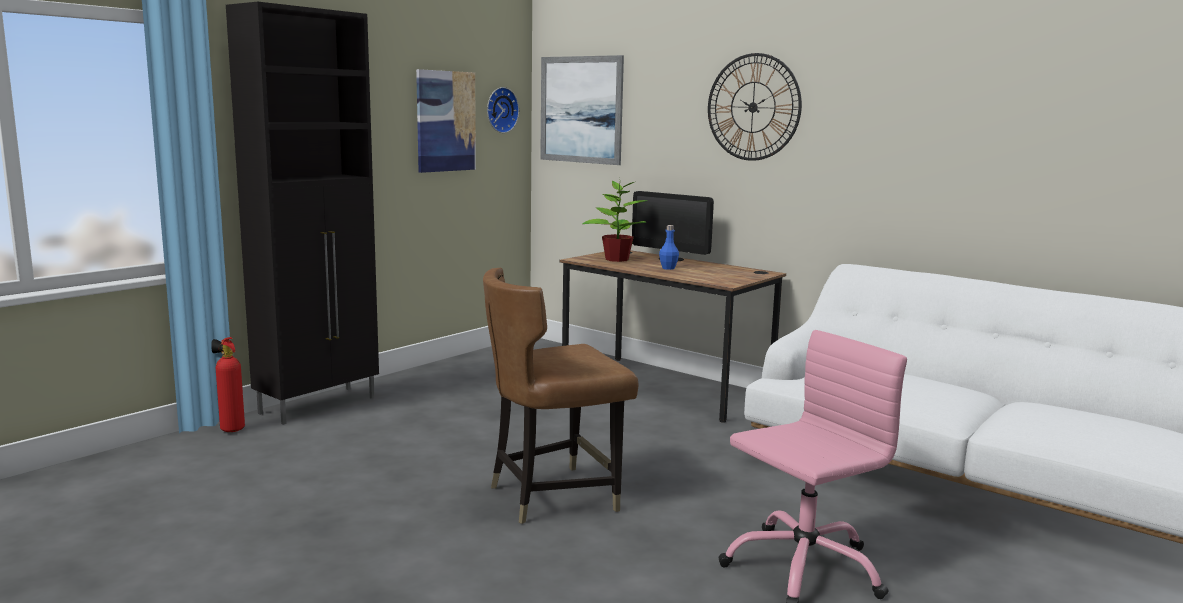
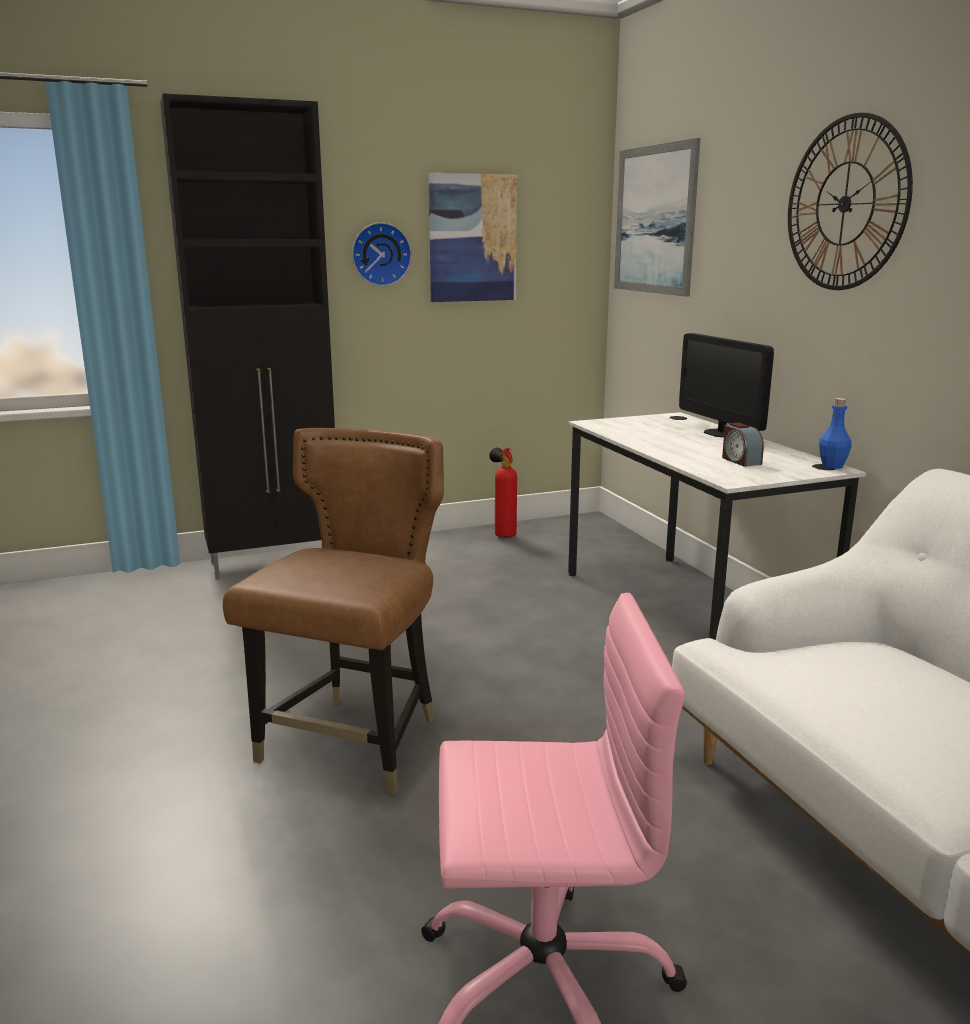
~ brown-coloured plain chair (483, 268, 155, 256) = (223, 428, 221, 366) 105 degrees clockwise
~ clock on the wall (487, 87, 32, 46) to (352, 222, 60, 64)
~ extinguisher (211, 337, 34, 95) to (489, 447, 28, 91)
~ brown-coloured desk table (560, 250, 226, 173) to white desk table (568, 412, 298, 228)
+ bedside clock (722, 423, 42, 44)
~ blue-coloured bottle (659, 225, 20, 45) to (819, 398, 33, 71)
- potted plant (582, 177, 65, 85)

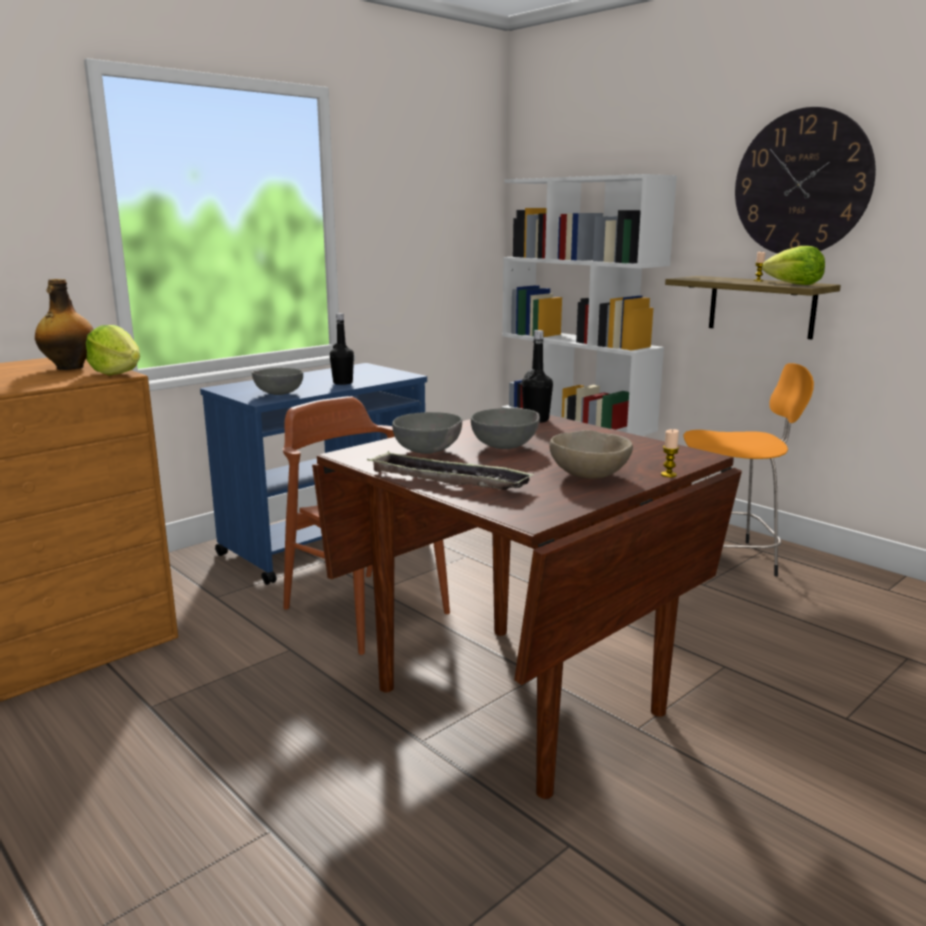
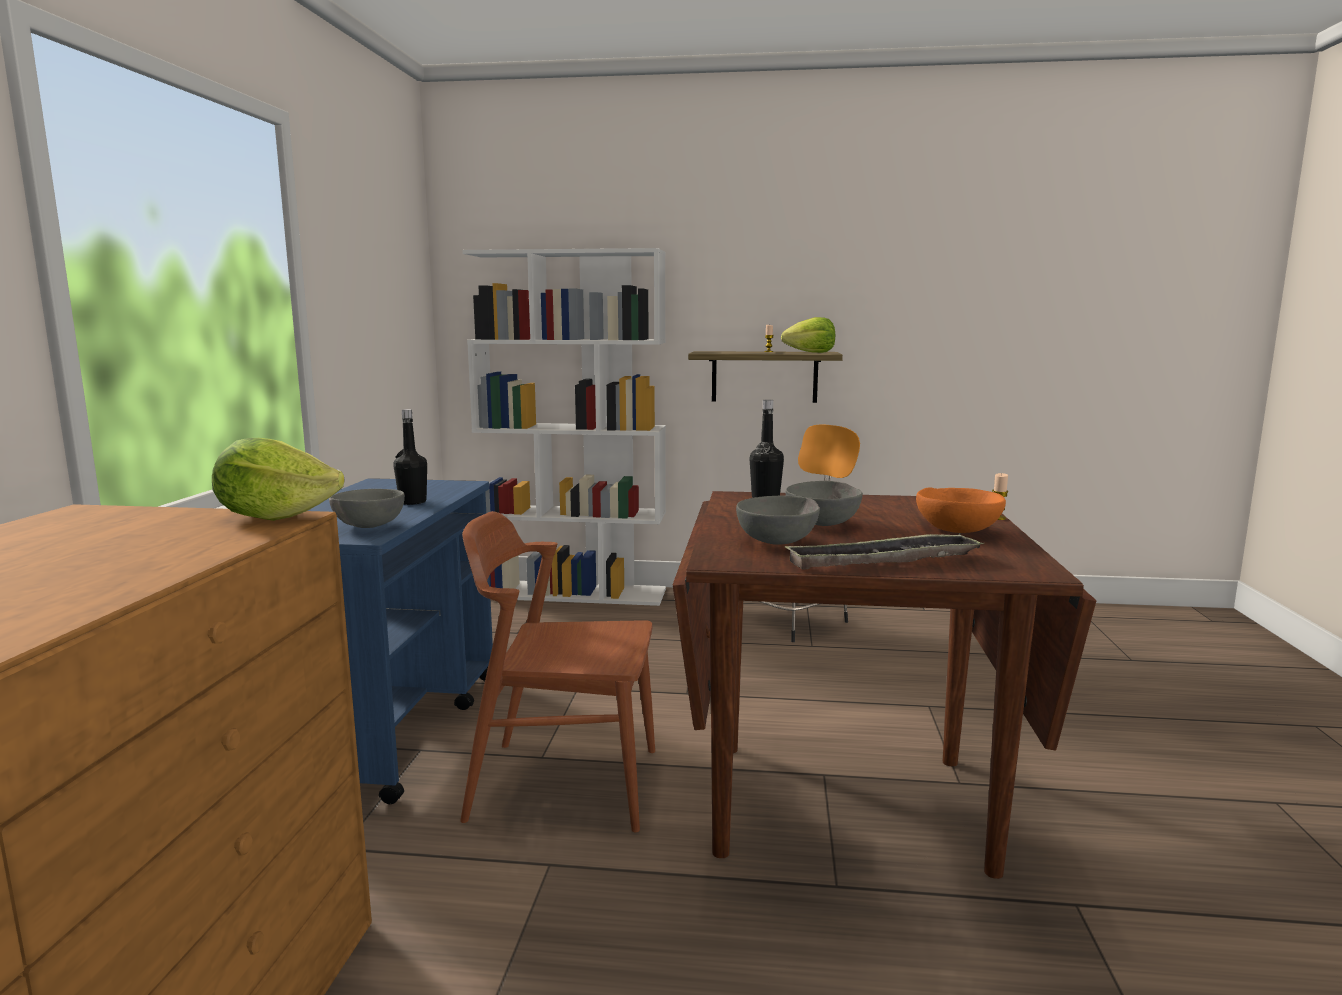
~ beige serving bowl (549, 430, 84, 49) to orangey serving bowl (916, 487, 90, 46)
- bottle (35, 279, 59, 91)
- clock on the wall (735, 107, 141, 147)

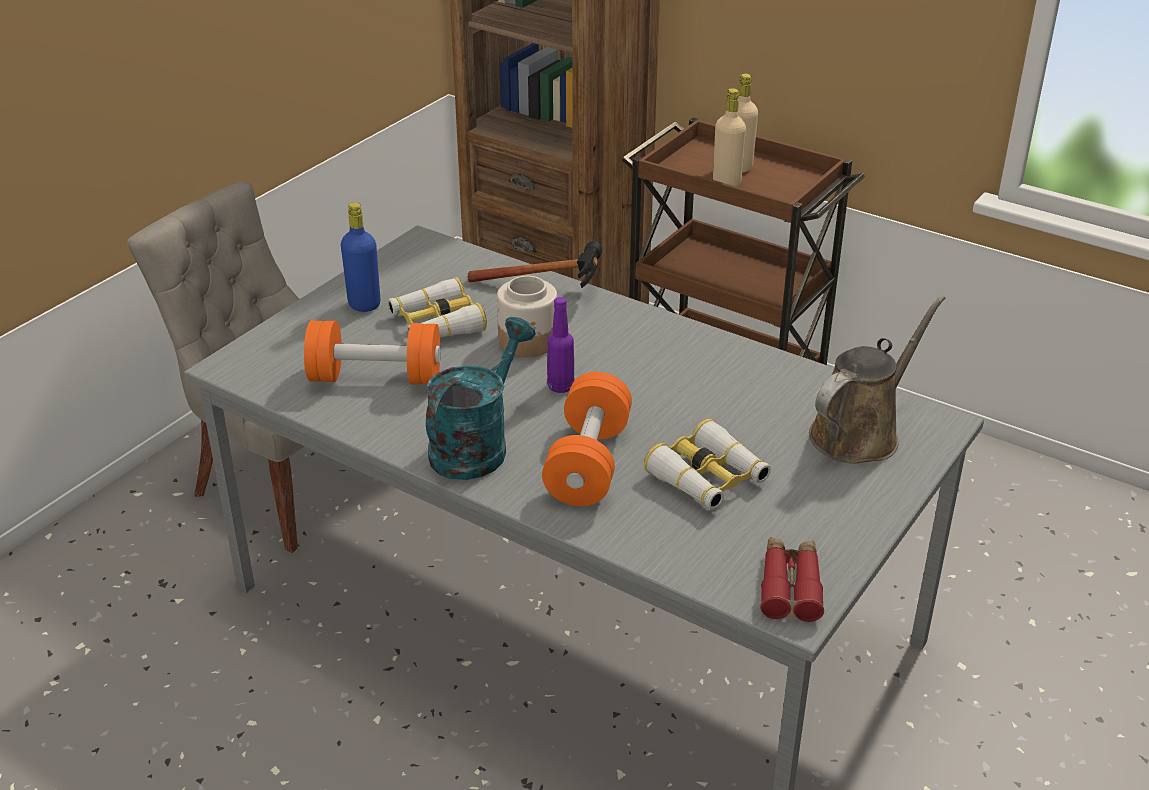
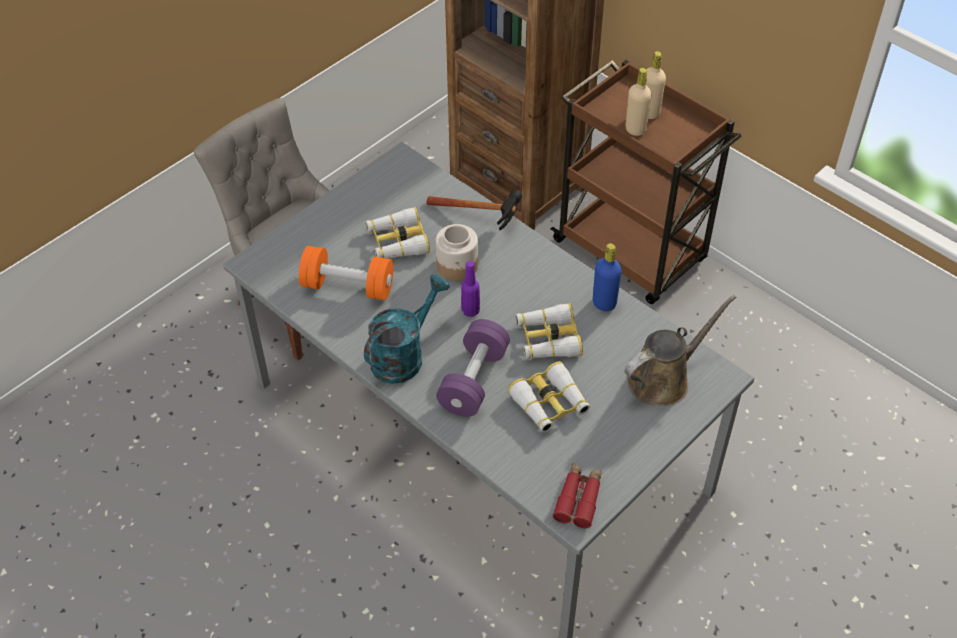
~ orangey dumbbell (542, 372, 90, 134) to purple-coloured dumbbell (436, 319, 74, 98)
+ pair of binoculars (516, 303, 67, 56)
~ blue-coloured bottle (341, 202, 39, 110) to (593, 243, 29, 68)

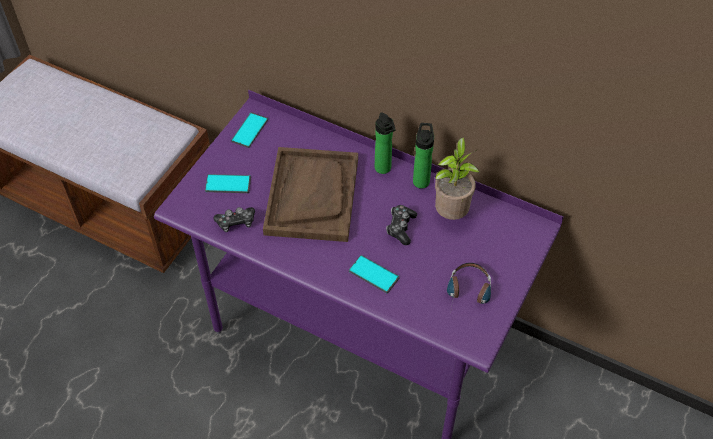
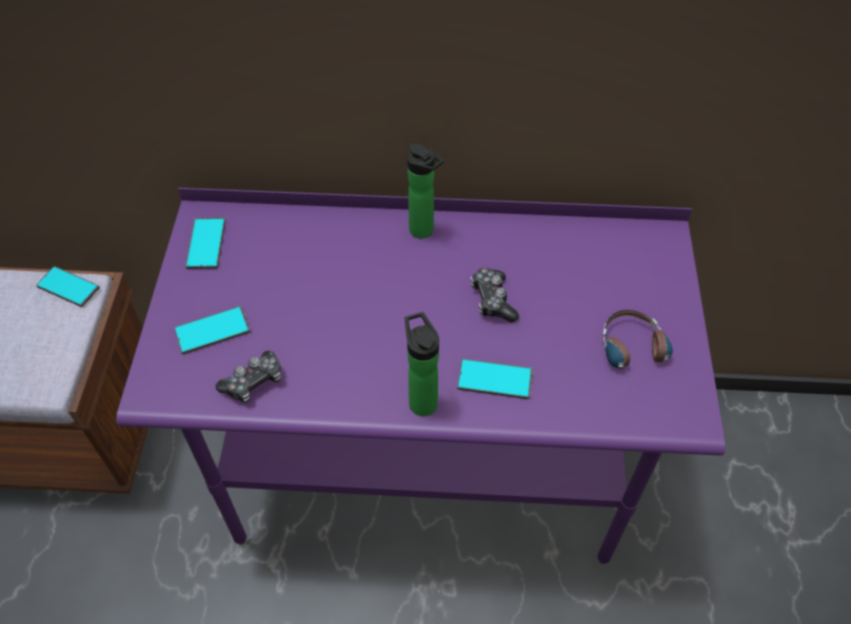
+ telephone (36, 266, 64, 41)
~ bottle (413, 123, 21, 66) to (405, 312, 34, 104)
- brown-coloured tray (263, 147, 95, 95)
- potted plant (435, 138, 45, 82)

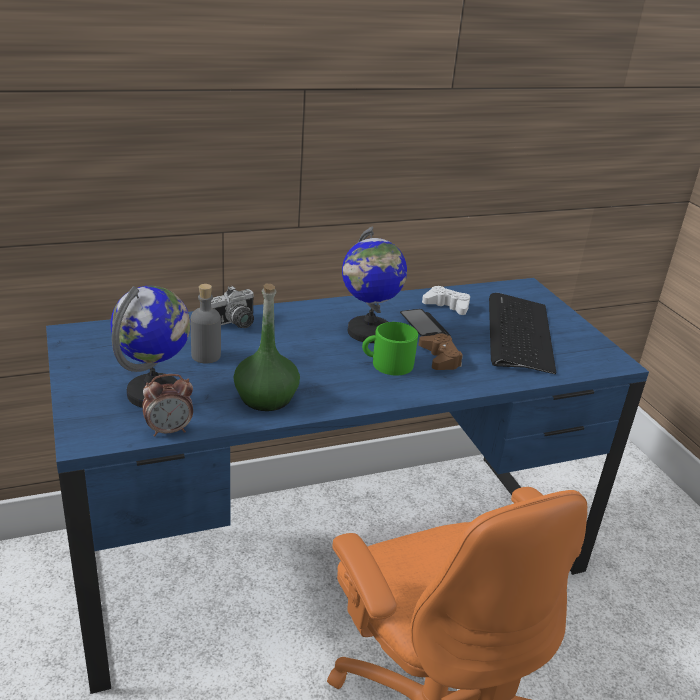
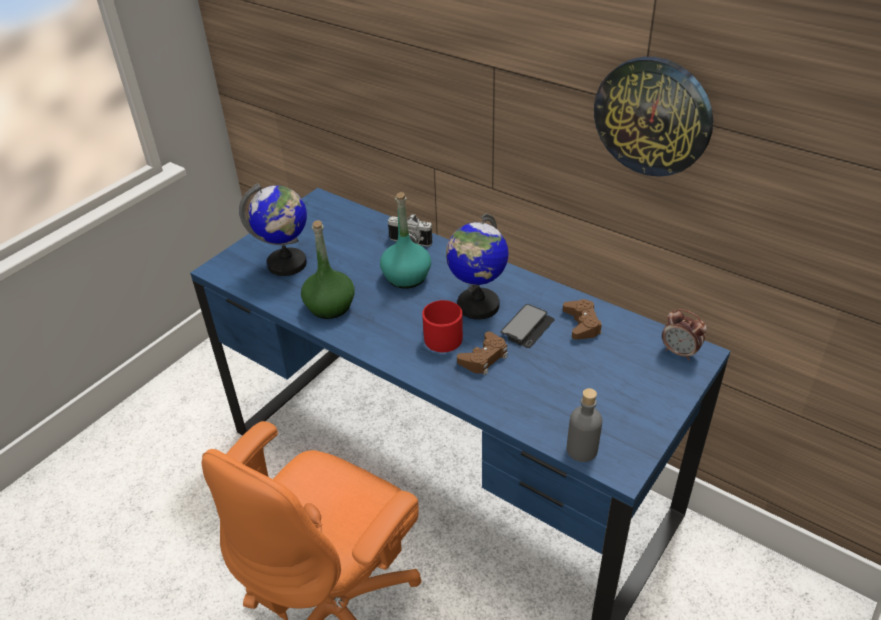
+ turquoise-coloured bottle (380, 192, 51, 97)
~ greenish tea mug (362, 322, 56, 53) to red-coloured tea mug (422, 300, 41, 52)
~ white joypad (422, 286, 48, 29) to brown-coloured joypad (563, 299, 39, 41)
~ greyish bottle (191, 284, 30, 79) to (567, 388, 36, 74)
+ clock on the wall (594, 57, 119, 120)
~ bedside clock (142, 374, 51, 63) to (662, 309, 45, 51)
- PC keyboard (489, 293, 67, 81)

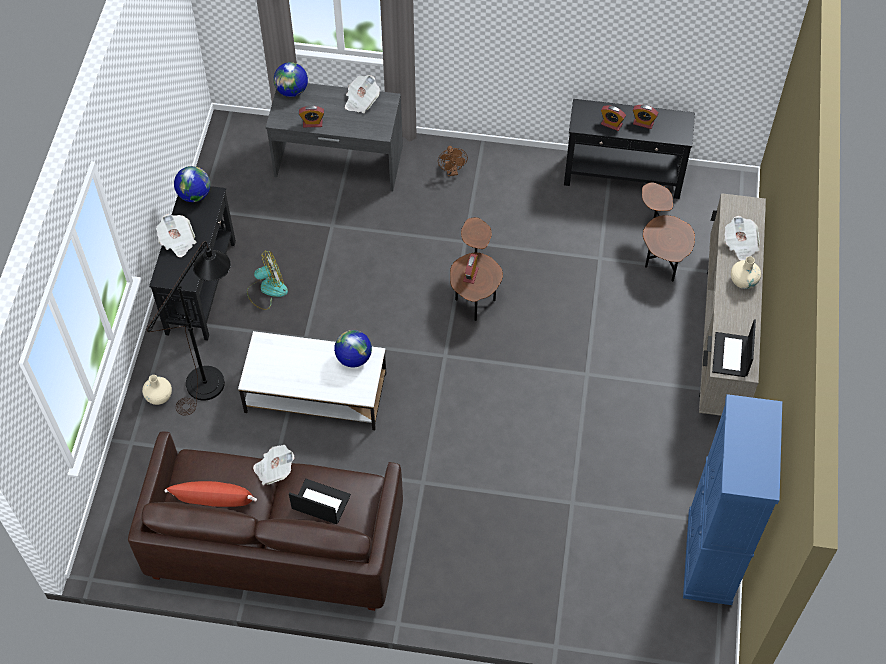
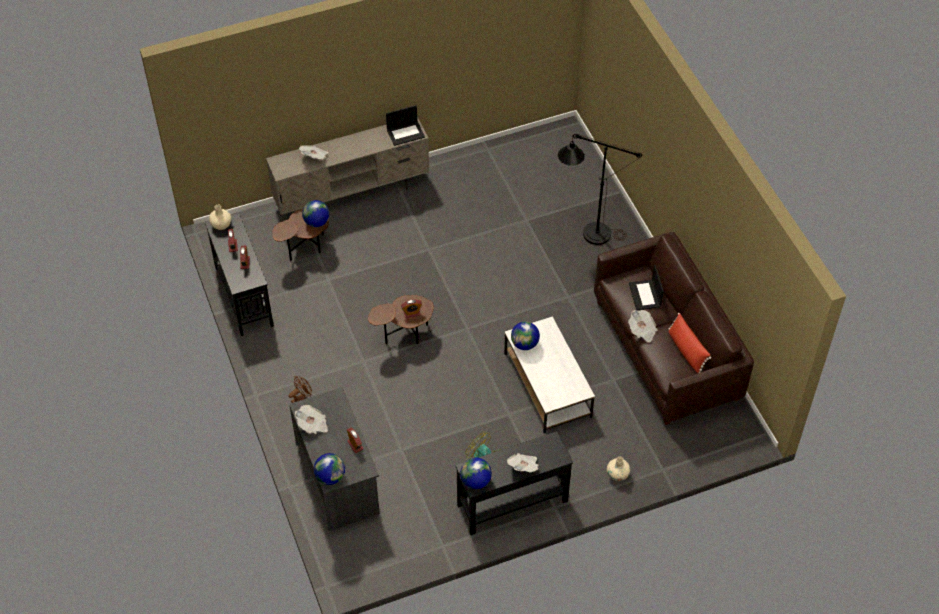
~ beige decorative vase (731, 256, 30, 33) to (209, 205, 22, 25)
+ desk globe (302, 200, 27, 27)
~ black standard lamp (147, 241, 84, 174) to (558, 134, 84, 111)
- blue-coloured cupboard (683, 394, 99, 211)

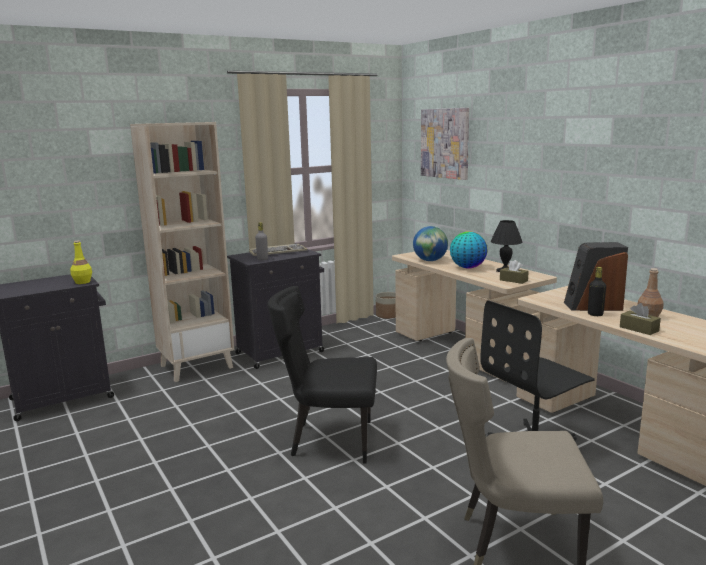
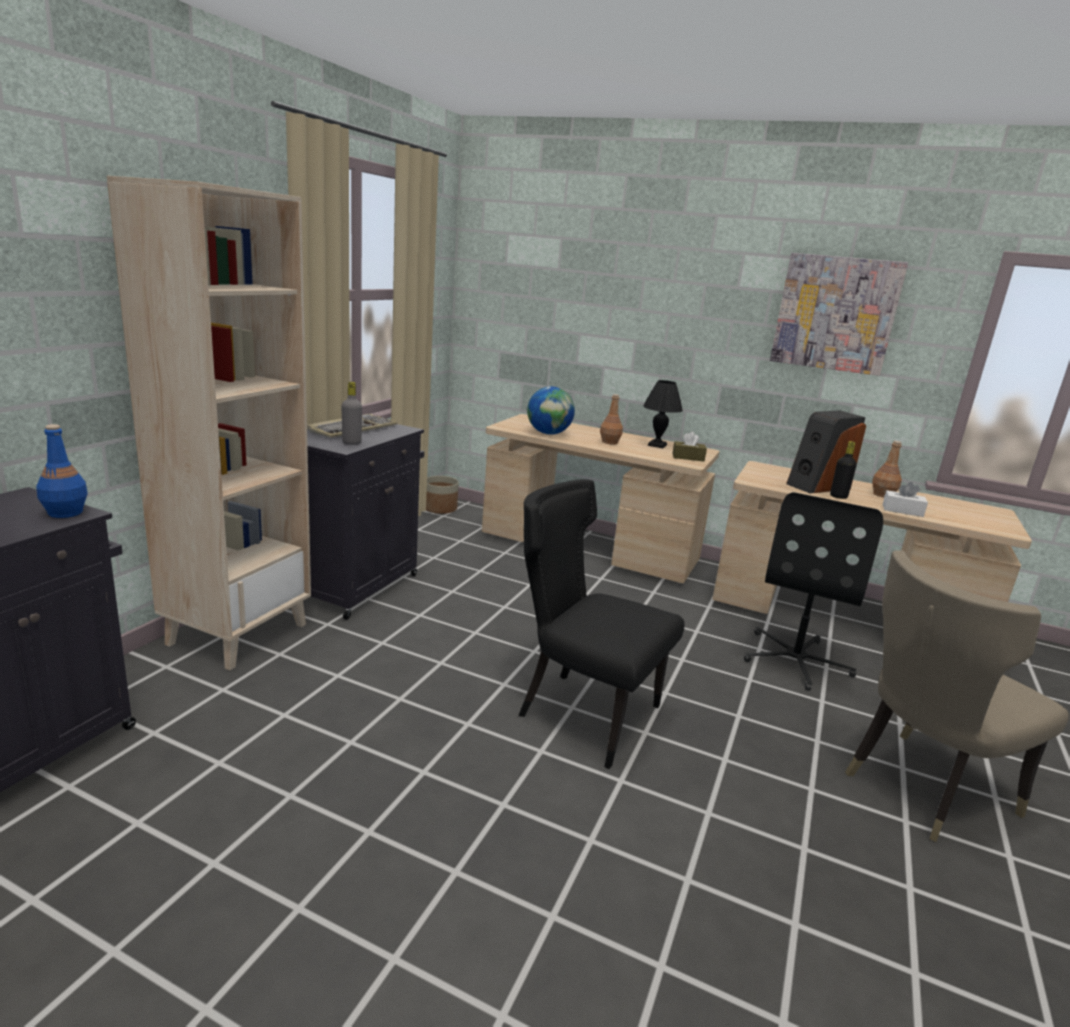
~ yellow bottle (70, 241, 22, 43) to blue-coloured bottle (36, 424, 52, 94)
~ black plain chair (267, 286, 110, 178) = (519, 479, 165, 290) 60 degrees clockwise
~ desk globe (450, 231, 38, 38) to brown-coloured bottle (600, 394, 23, 50)
~ wall art (421, 108, 48, 72) to (770, 253, 138, 123)
~ brown-coloured tissue holder (620, 303, 41, 32) to white tissue holder (882, 482, 46, 35)

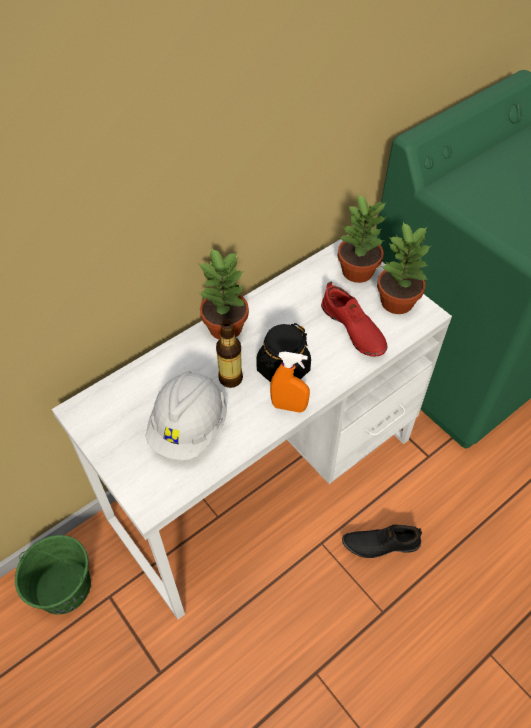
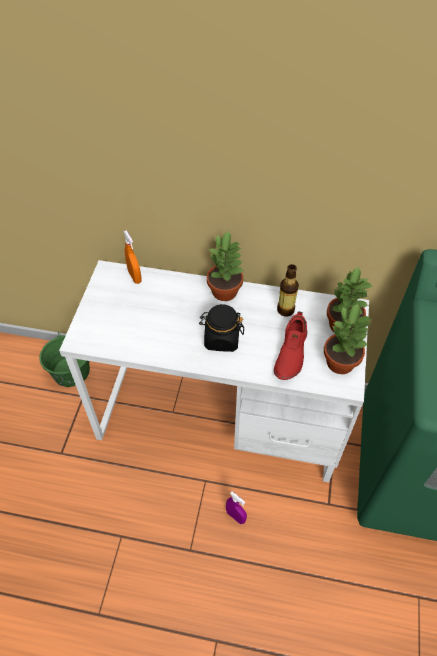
~ orangey sprayer (270, 352, 40, 60) to (123, 230, 19, 54)
~ black item of footwear (342, 524, 80, 34) to purple-coloured sprayer (226, 491, 21, 33)
~ bottle (216, 319, 27, 69) to (277, 264, 22, 52)
- white safety helmet (146, 371, 81, 89)

